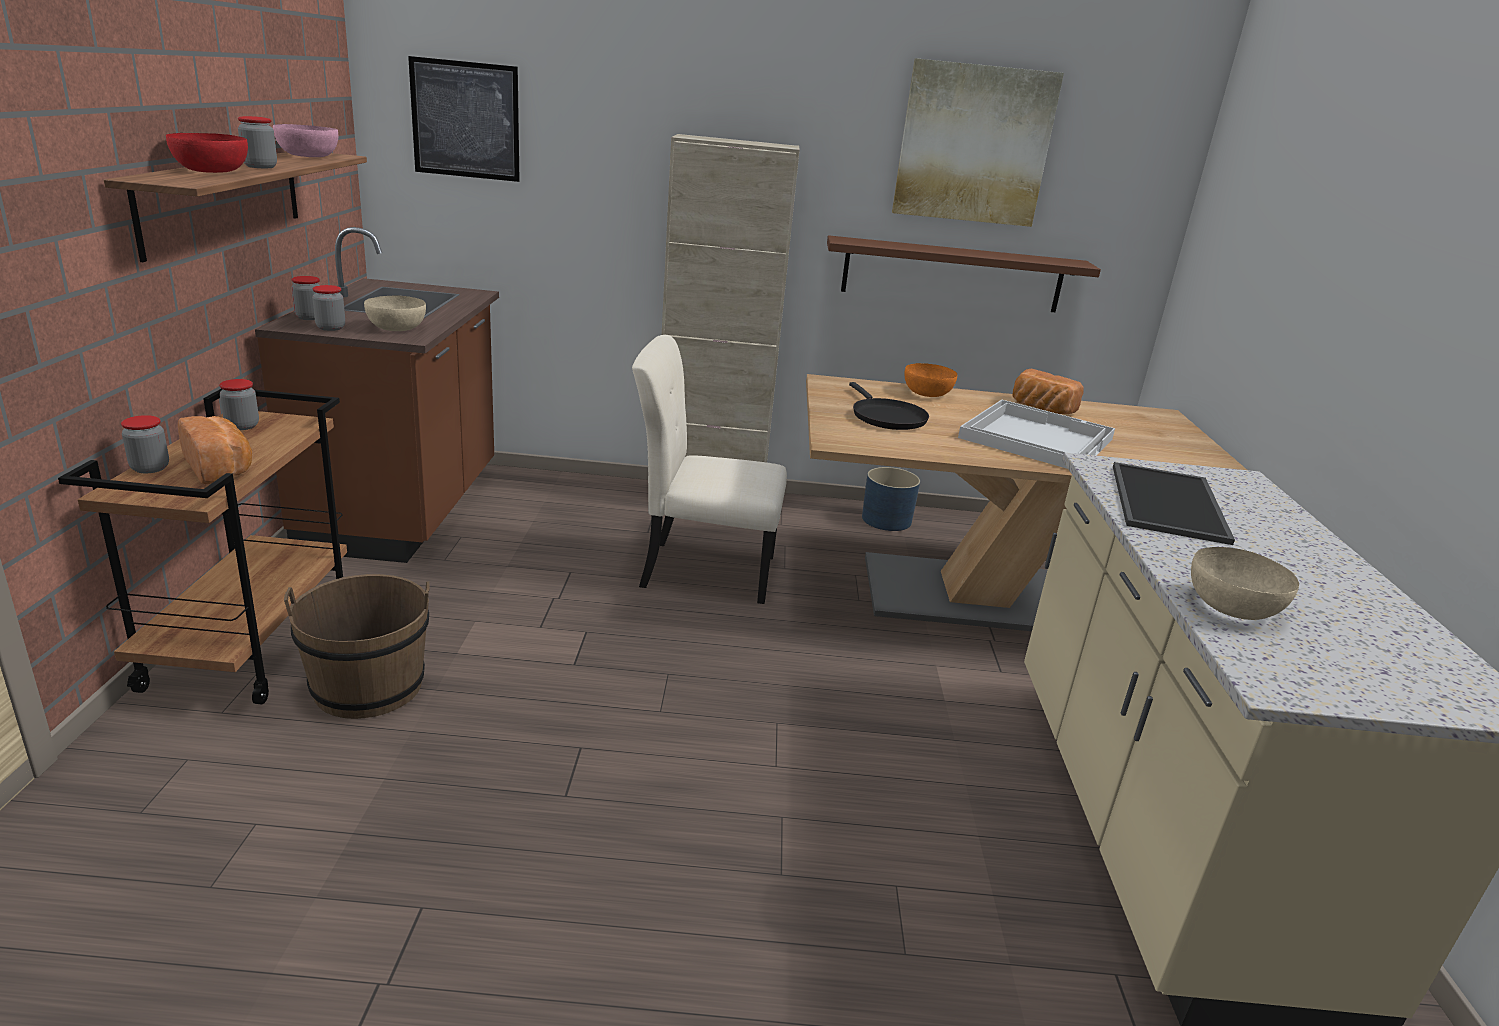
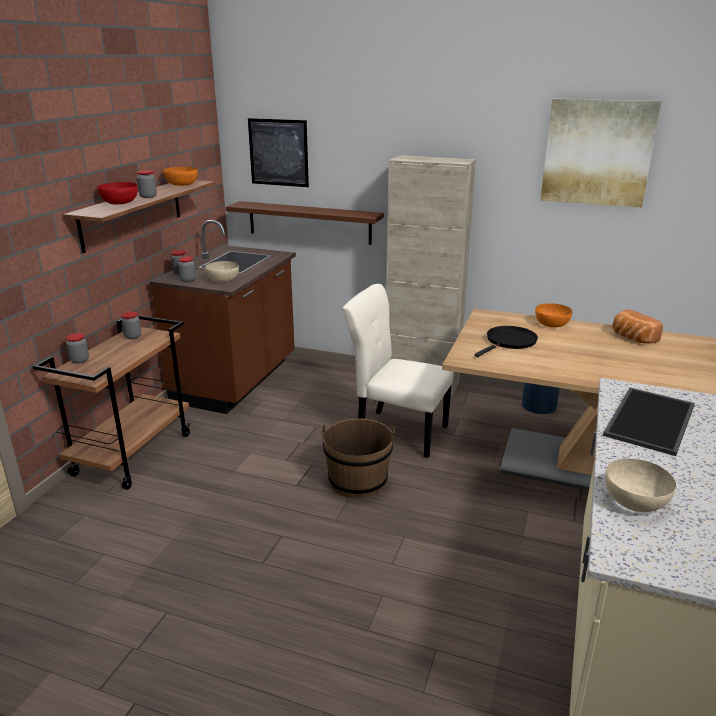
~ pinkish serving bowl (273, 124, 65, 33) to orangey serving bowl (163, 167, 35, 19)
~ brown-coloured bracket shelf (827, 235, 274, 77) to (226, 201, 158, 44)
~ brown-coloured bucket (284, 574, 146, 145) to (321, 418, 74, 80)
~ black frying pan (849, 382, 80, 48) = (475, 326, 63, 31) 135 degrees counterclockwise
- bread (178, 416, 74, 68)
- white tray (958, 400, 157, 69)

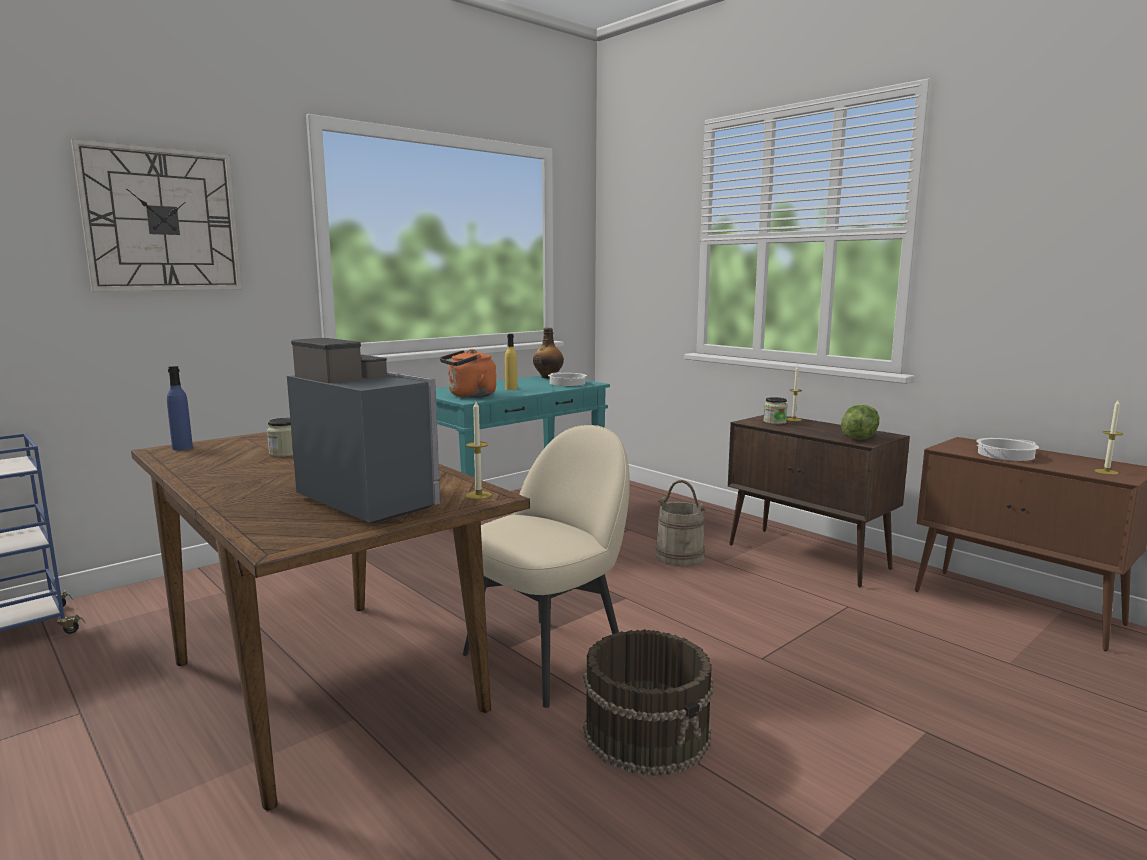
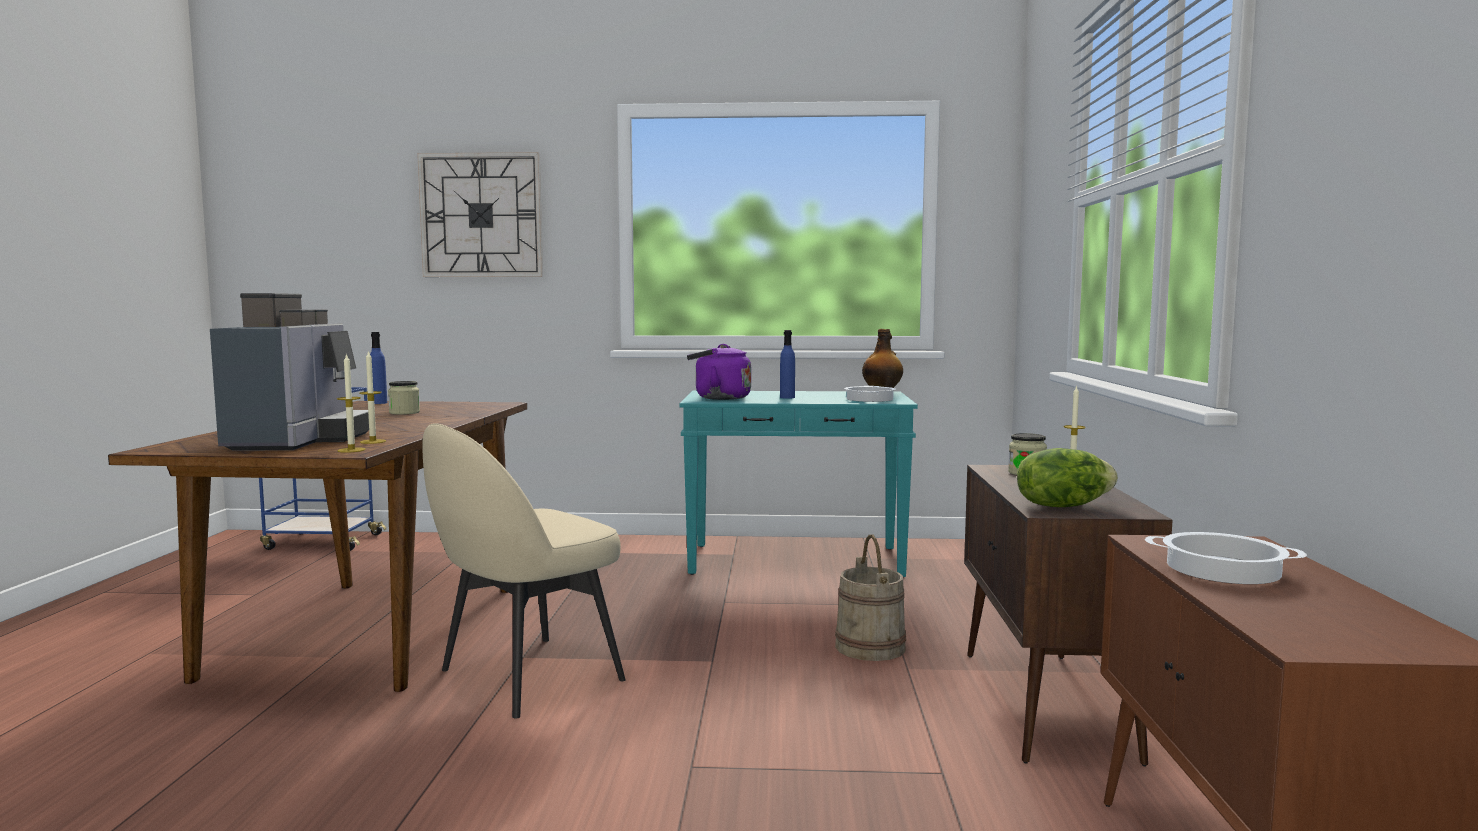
~ wax light (1095, 400, 28, 75) to (359, 350, 27, 94)
~ beige plain chair (463, 425, 167, 283) = (422, 423, 204, 295) 135 degrees clockwise
~ orangey water kettle (440, 349, 56, 49) to purple-coloured water kettle (687, 344, 64, 56)
~ yellow bottle (505, 334, 13, 56) to blue-coloured bottle (780, 330, 15, 69)
- brown-coloured bucket (583, 629, 130, 147)

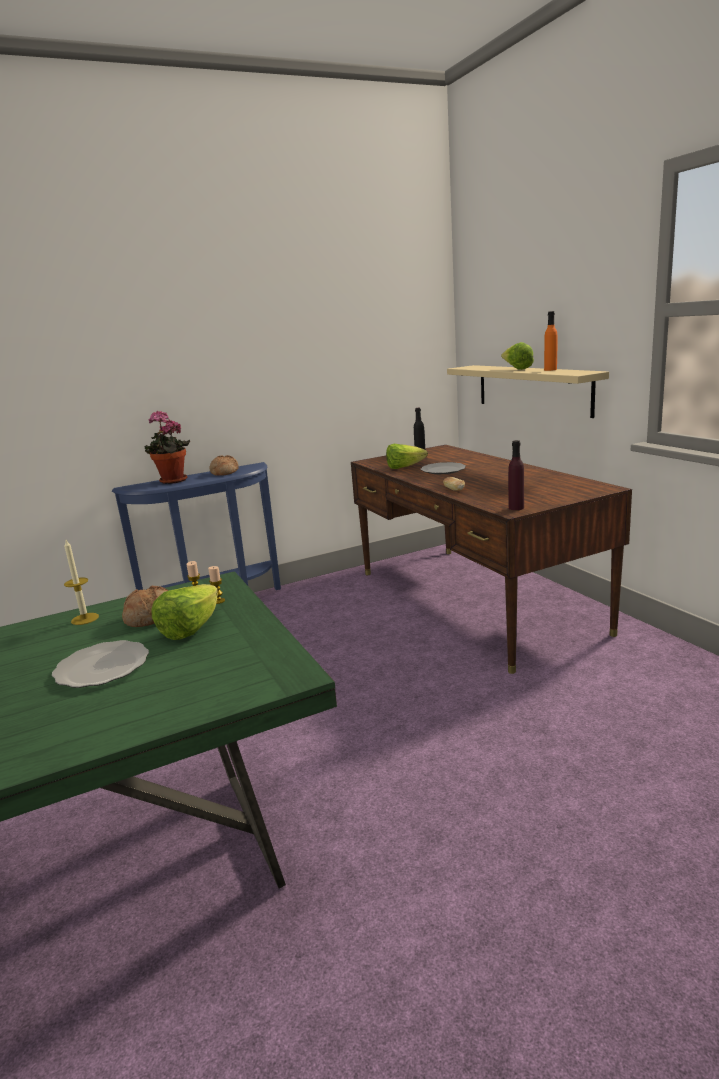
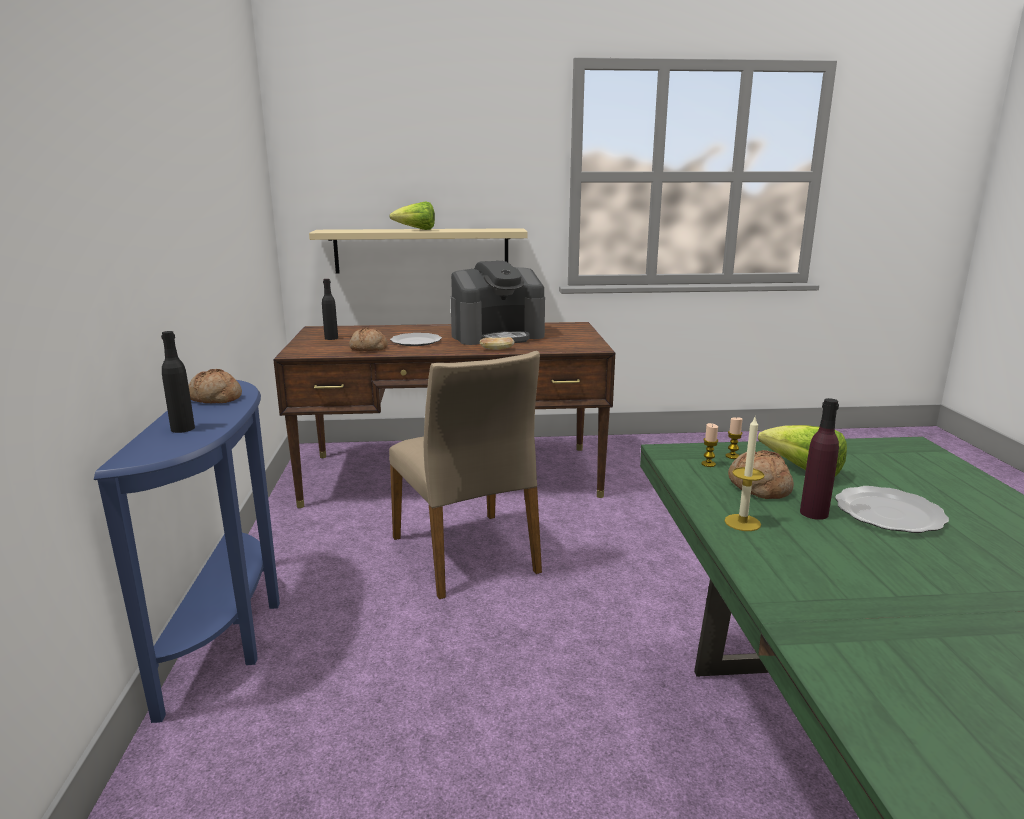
~ potted plant (145, 410, 45, 74) to black bottle (161, 331, 34, 102)
~ lettuce (386, 444, 42, 25) to bread (349, 328, 39, 23)
+ beige plain chair (389, 351, 153, 248)
+ coffee machine (451, 261, 94, 84)
~ purple-coloured bottle (508, 440, 16, 70) to (800, 398, 39, 122)
- orangey bottle (544, 311, 14, 60)

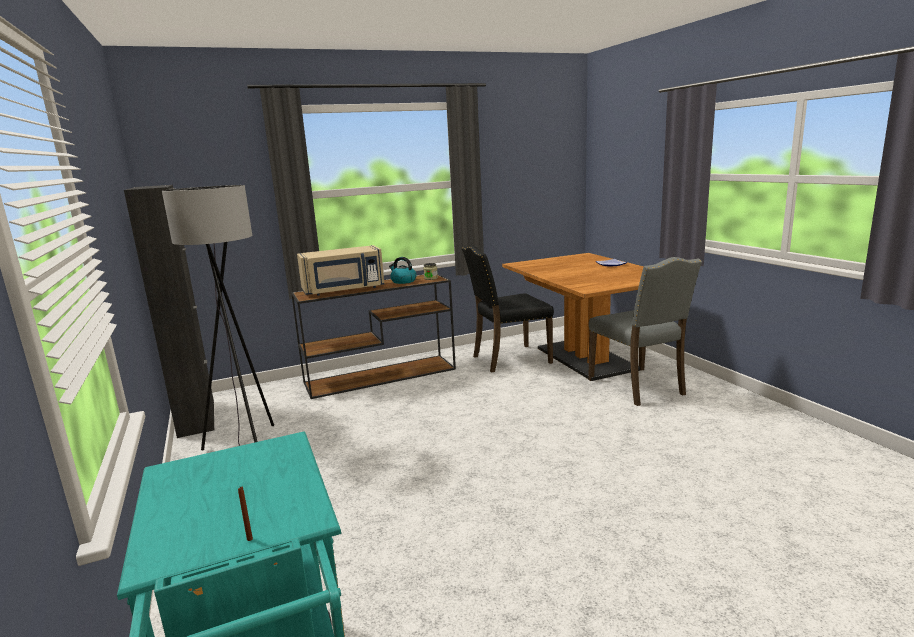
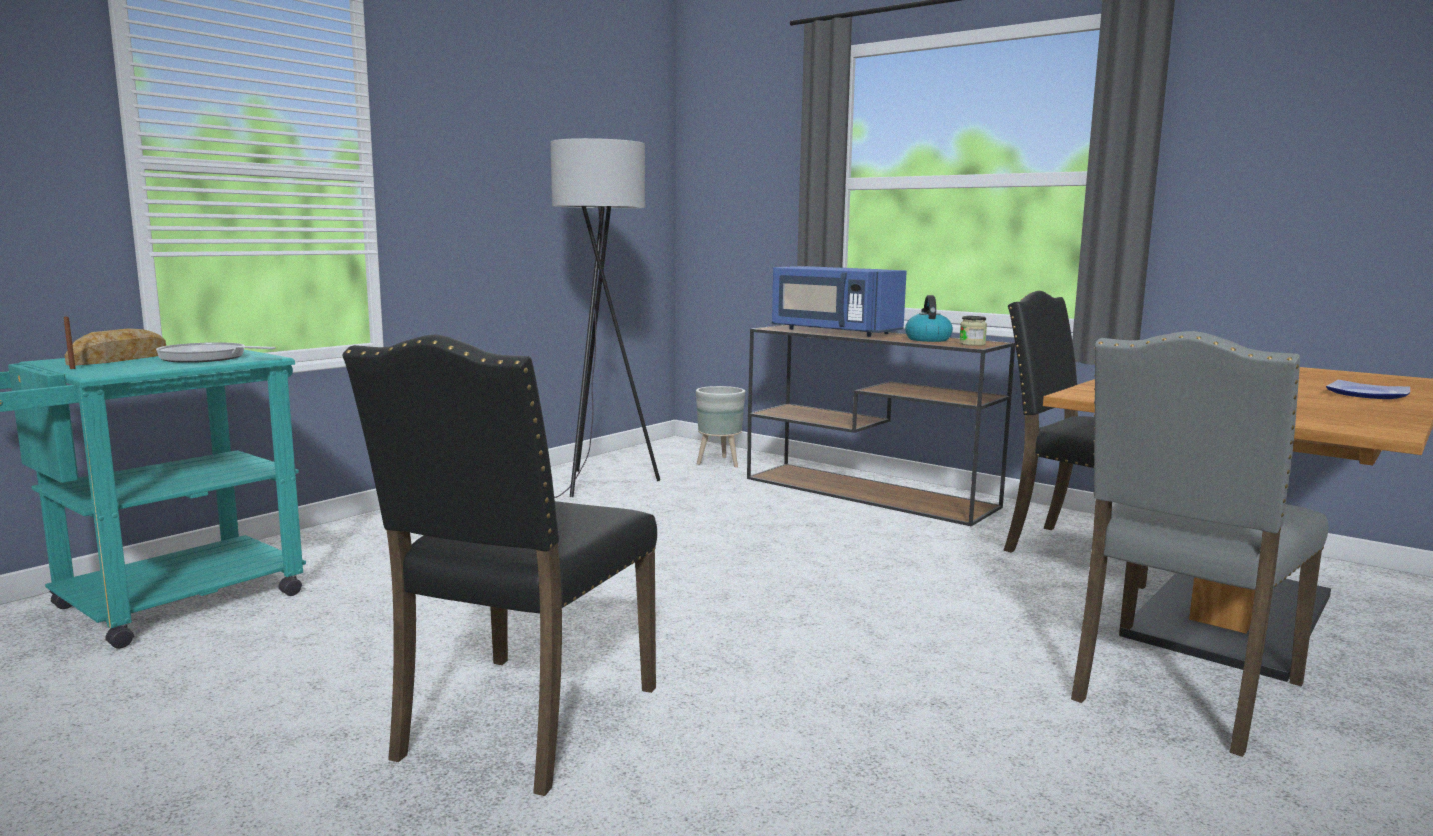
+ bread (65, 328, 101, 38)
+ frying pan (156, 342, 120, 21)
+ black plain chair (342, 334, 315, 462)
+ greyish plant pot (696, 386, 49, 81)
~ beige kitchen microwave (297, 245, 87, 51) to blue-coloured kitchen microwave (772, 266, 135, 71)
- black cupboard (124, 185, 91, 253)

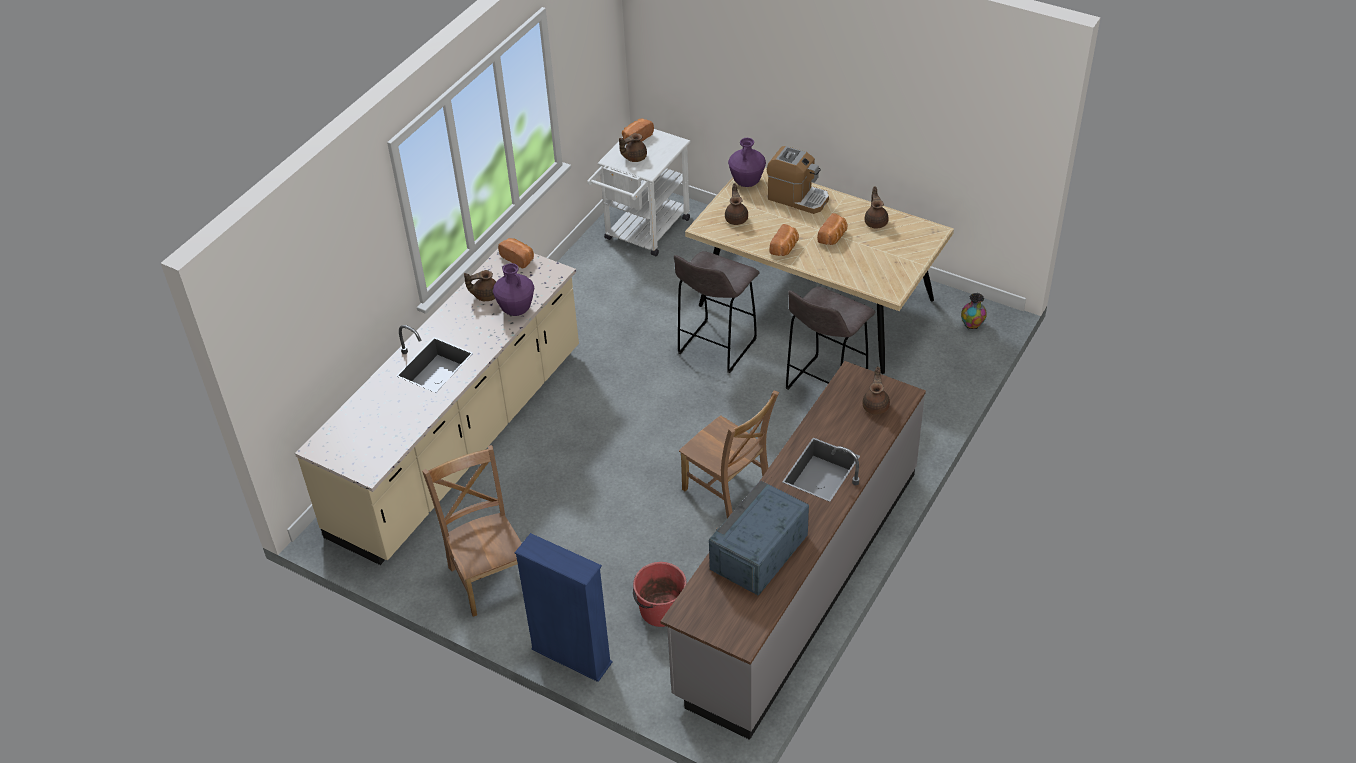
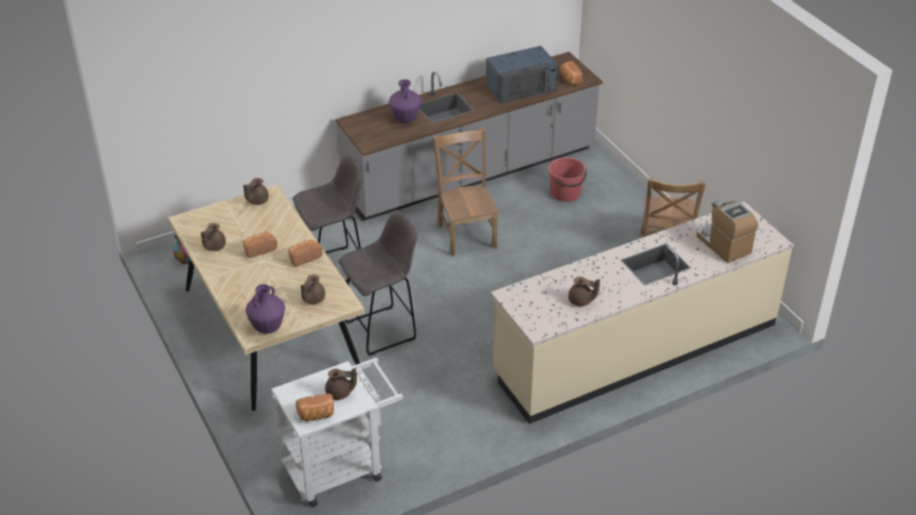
~ brown-coloured teapot (862, 366, 28, 49) to (243, 178, 26, 27)
~ purple-coloured decorative vase (493, 263, 41, 53) to (389, 79, 33, 44)
~ bread (498, 238, 36, 30) to (560, 61, 23, 24)
~ coffee machine (767, 146, 62, 68) to (697, 200, 61, 63)
- blue-coloured bookcase (515, 533, 98, 149)

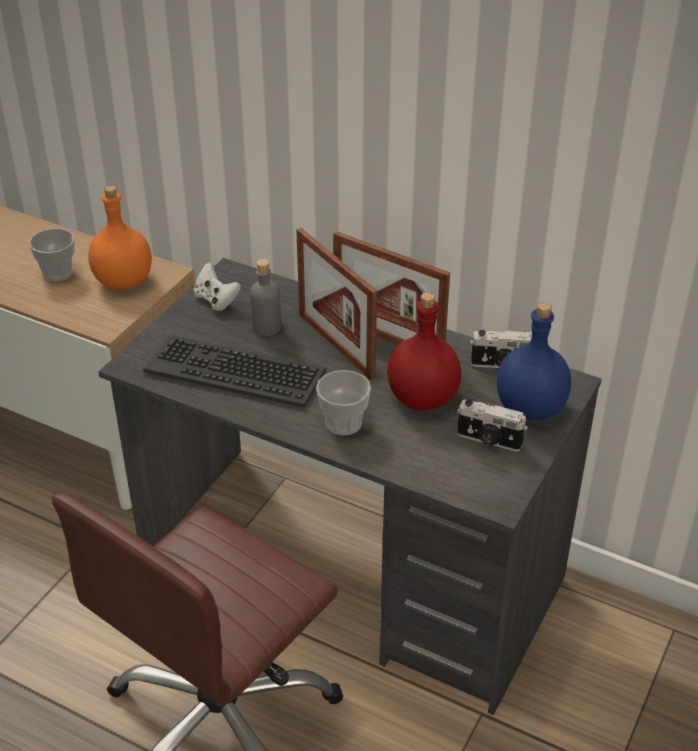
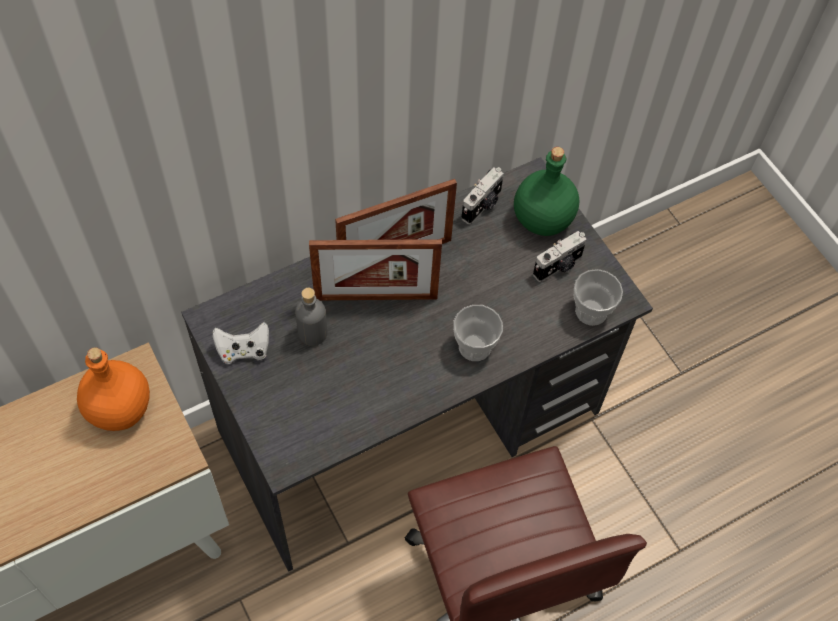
~ blue-coloured bottle (496, 302, 75, 118) to greenish bottle (514, 147, 66, 89)
~ drinking cup (29, 228, 46, 54) to (574, 269, 49, 57)
- PC keyboard (143, 334, 183, 74)
- red-coloured bottle (387, 293, 74, 117)

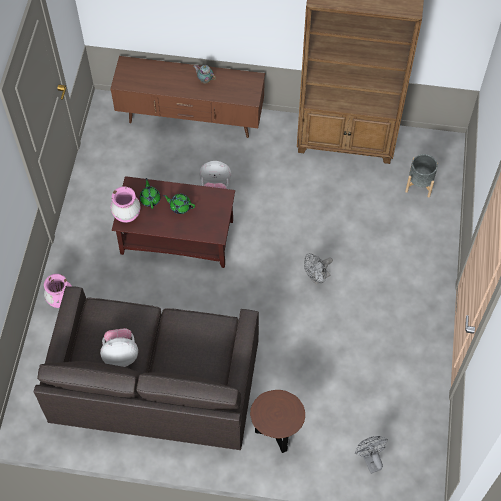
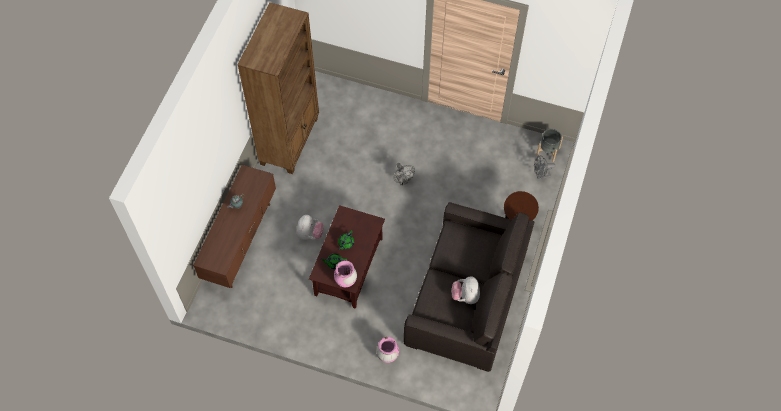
~ greyish plant pot (405, 154, 33, 44) to (536, 129, 27, 33)

